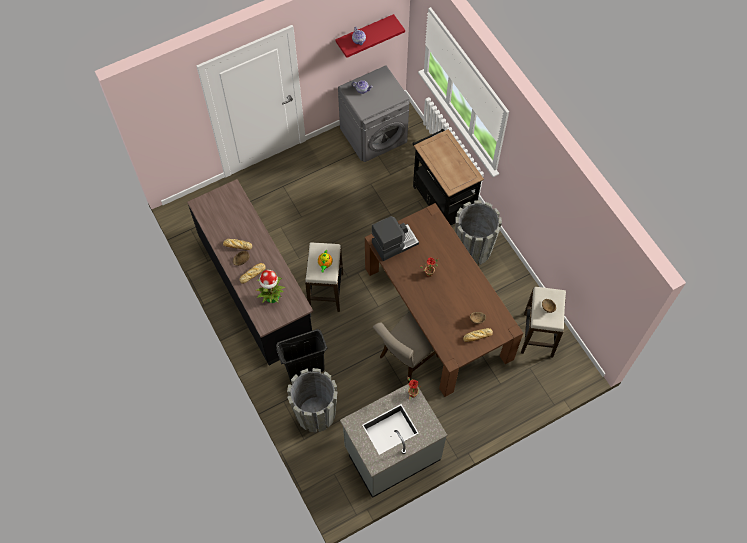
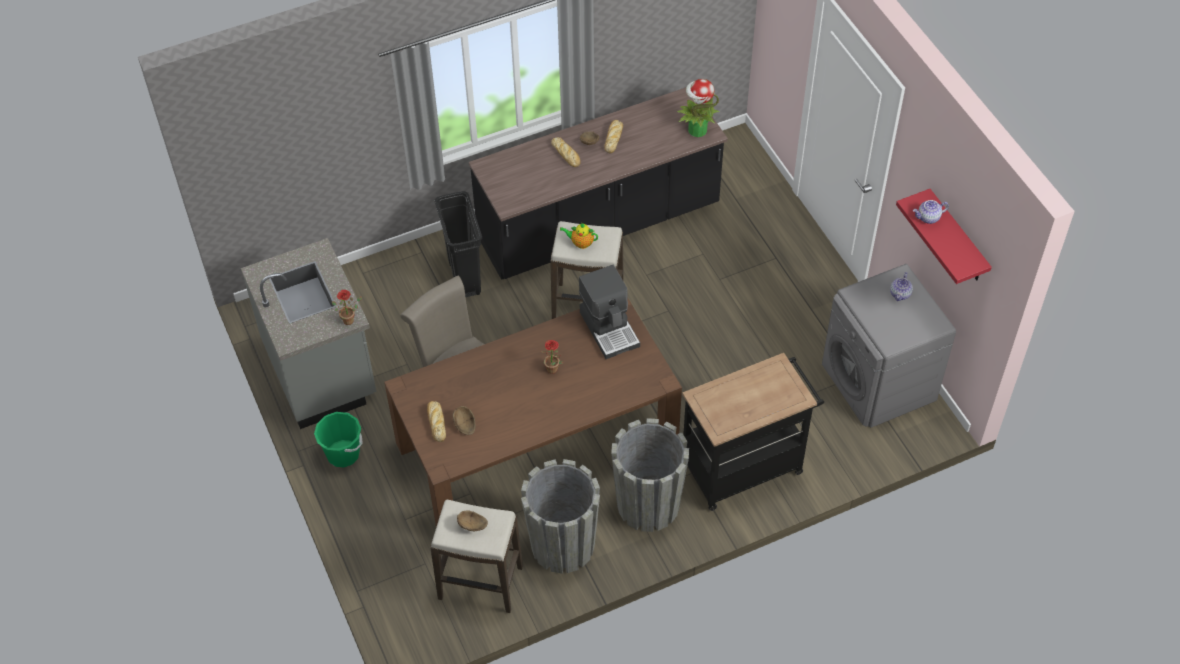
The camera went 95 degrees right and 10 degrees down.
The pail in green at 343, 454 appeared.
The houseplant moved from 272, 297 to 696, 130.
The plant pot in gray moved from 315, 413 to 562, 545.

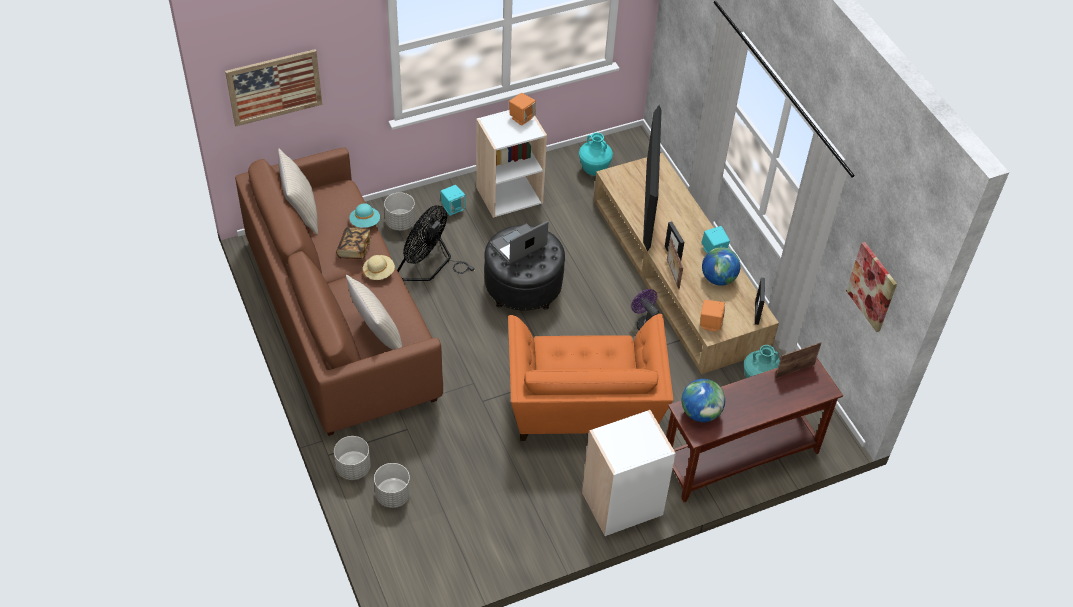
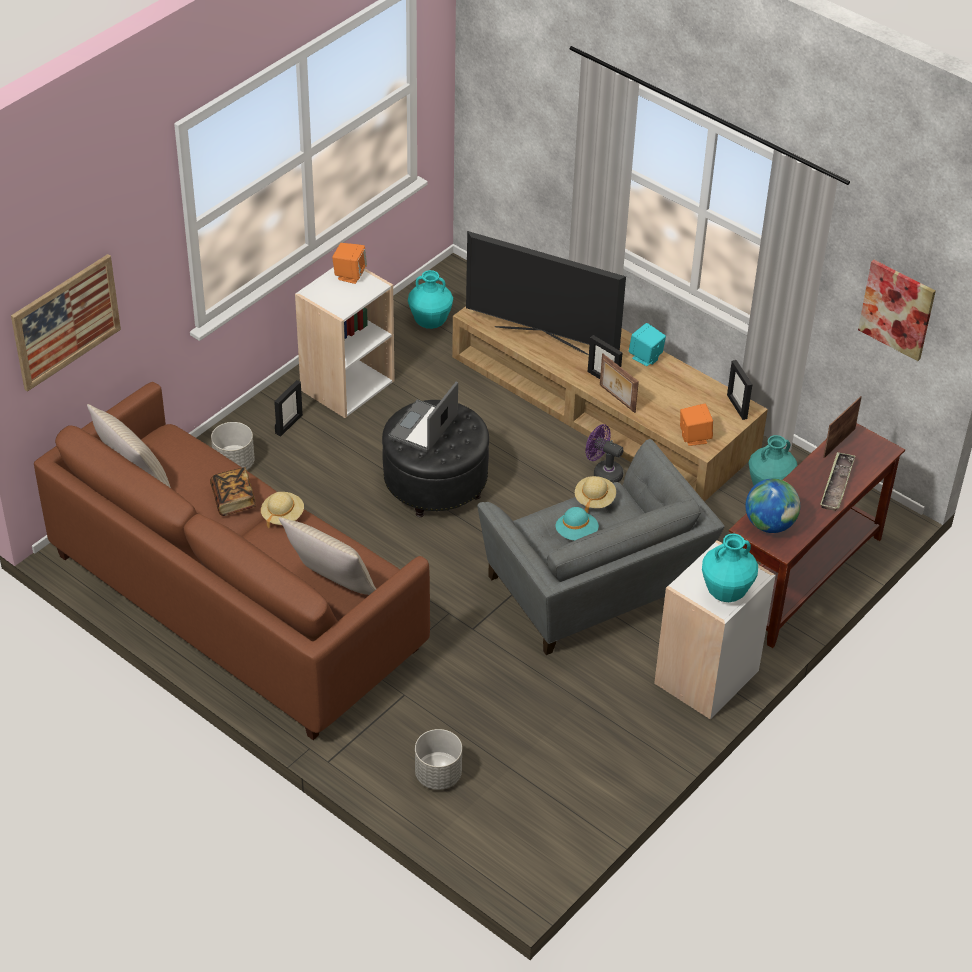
The camera went 25 degrees left and 5 degrees down.
The plant pot in gray at 353, 468 disappeared.
The cooling fan in black at 433, 264 disappeared.
The globe at 718, 278 disappeared.
The clothing hat in beige-coloured at 594, 499 appeared.
The flower vase in turquoise-coloured at 726, 592 appeared.
The carrying tray at 837, 484 appeared.
The clothing hat in turquoise-coloured moved from 365, 222 to 576, 533.
The loudspeaker in turquoise-coloured at 453, 208 was replaced by the picture frame at 289, 424.
The lounge chair in orange at 582, 407 became the lounge chair in gray at 593, 591.
The TV set at 647, 211 turned 135 degrees clockwise.

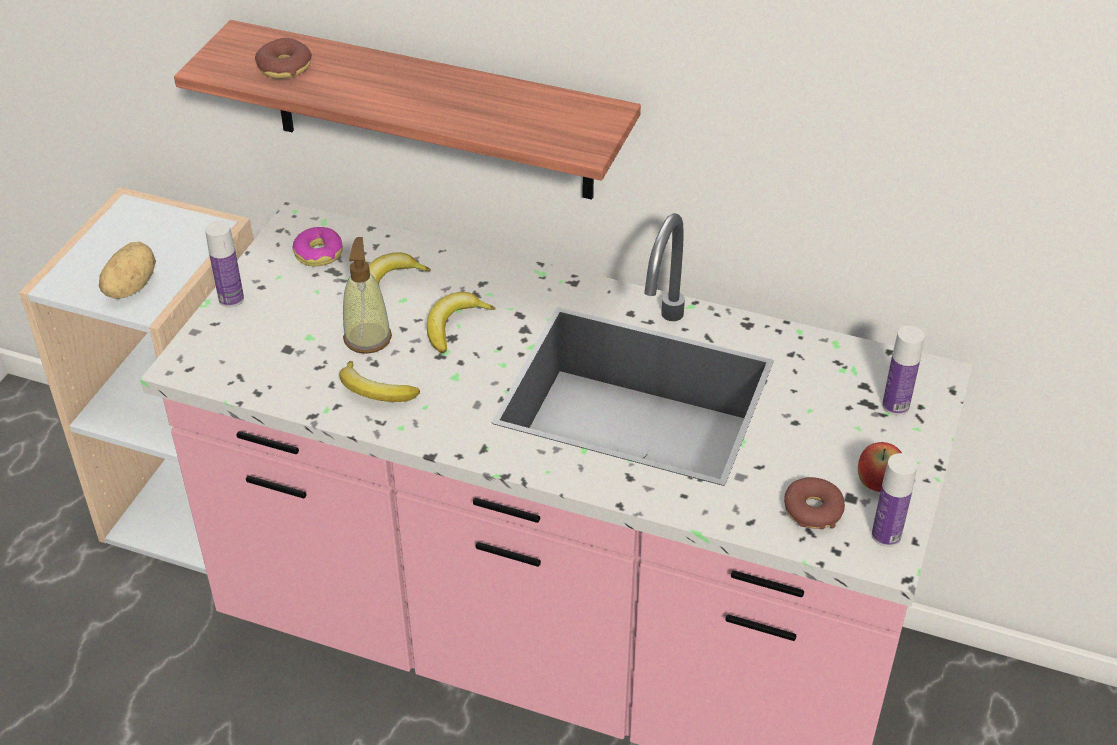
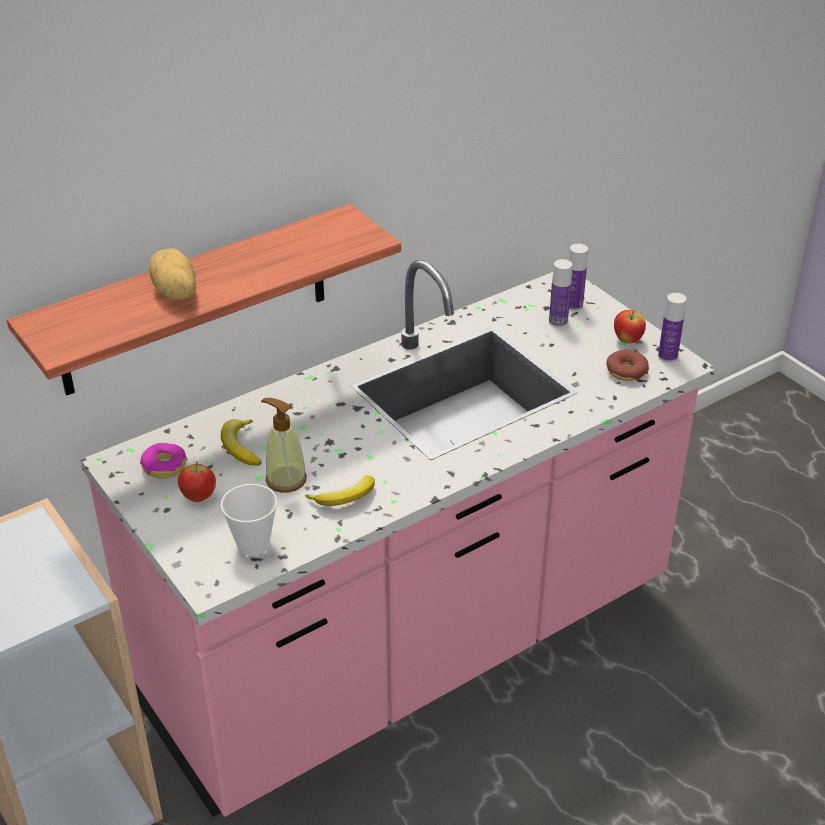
The camera went 55 degrees left and 5 degrees down.
The donut at 285, 67 disappeared.
The banana fruit at 454, 325 disappeared.
The whole apple at 198, 497 appeared.
The cup at 253, 544 appeared.
The potato moved from 129, 287 to 174, 293.
The drink bottle moved from 231, 299 to 558, 321.

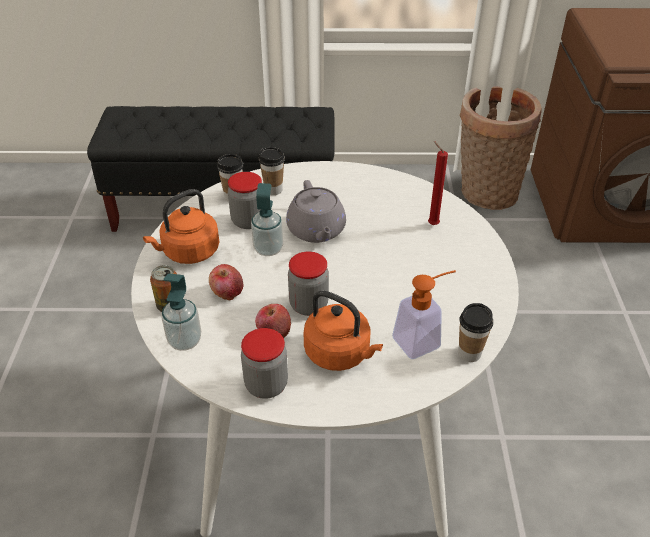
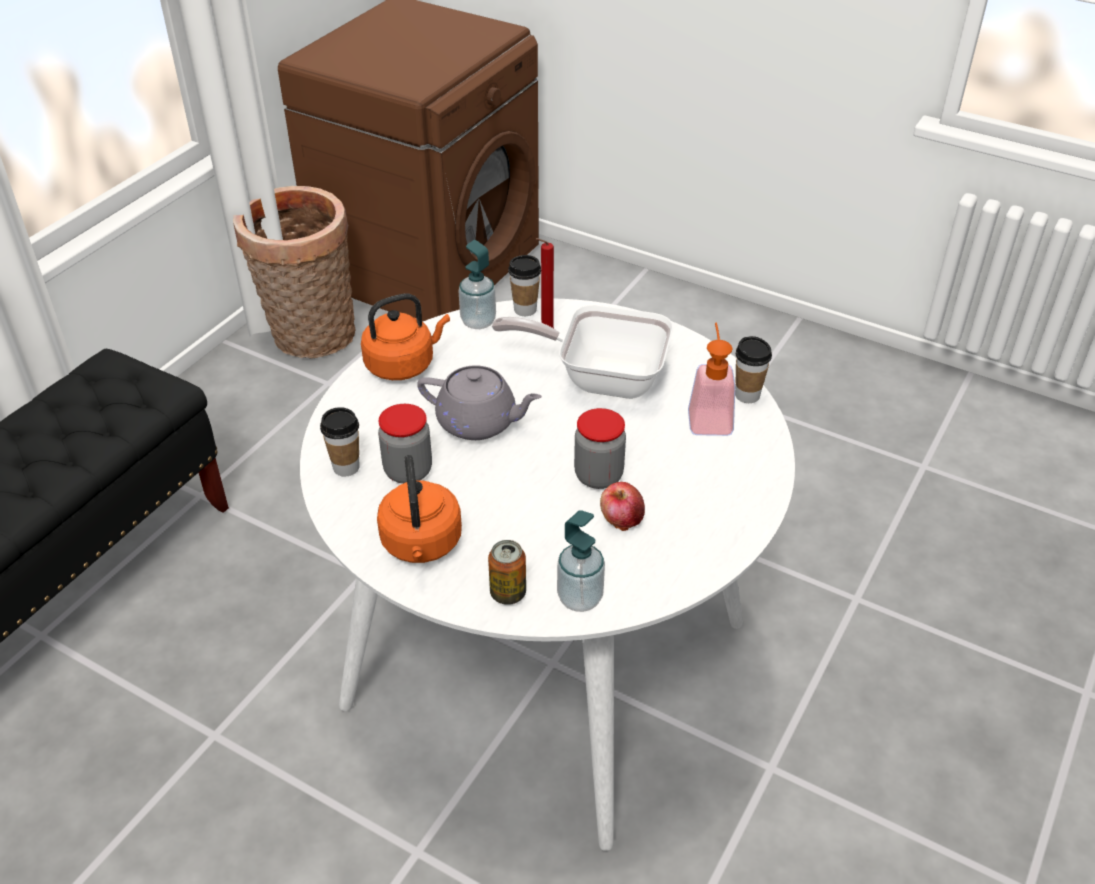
The camera went 60 degrees left and 0 degrees up.
The whole apple at 227, 292 disappeared.
The storage jar at 266, 385 disappeared.
The frying pan at 601, 377 appeared.
The liquid soap bottle moved from 268, 249 to 478, 321.
The cup moved from 273, 190 to 525, 309.
The kettle in orange moved from 340, 354 to 403, 365.

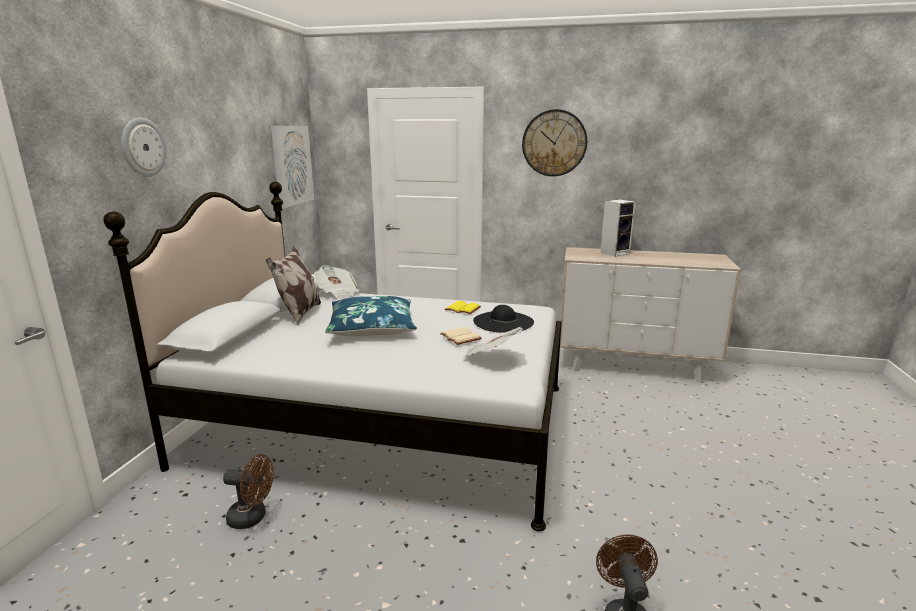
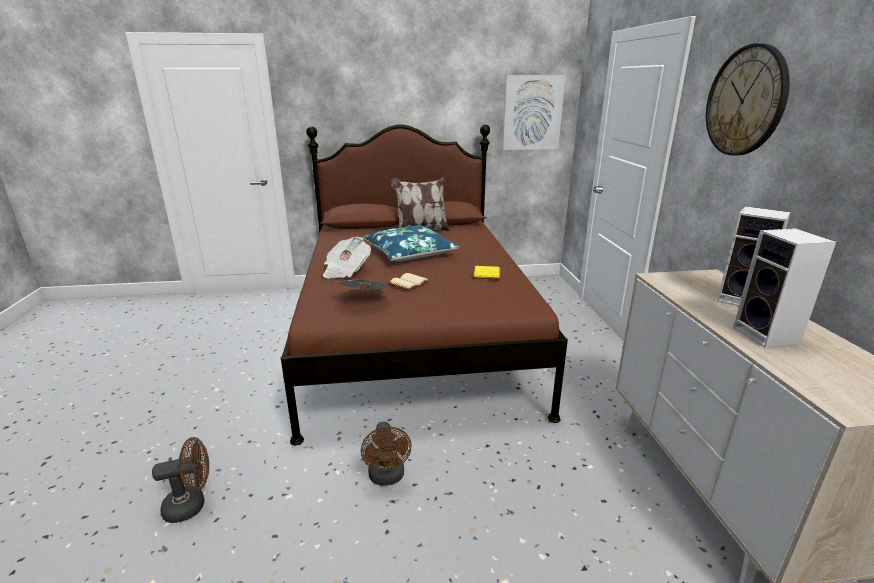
The camera went 70 degrees right and 5 degrees up.
The wall clock at 143, 147 disappeared.
The clothing hat in black at 503, 321 disappeared.
The loudspeaker at 768, 336 appeared.
The cooling fan in brownish moved from 253, 517 to 387, 477.
The printed paper moved from 337, 293 to 346, 271.
The bed in white-coloured at 384, 424 became the bed in brownish at 414, 339.

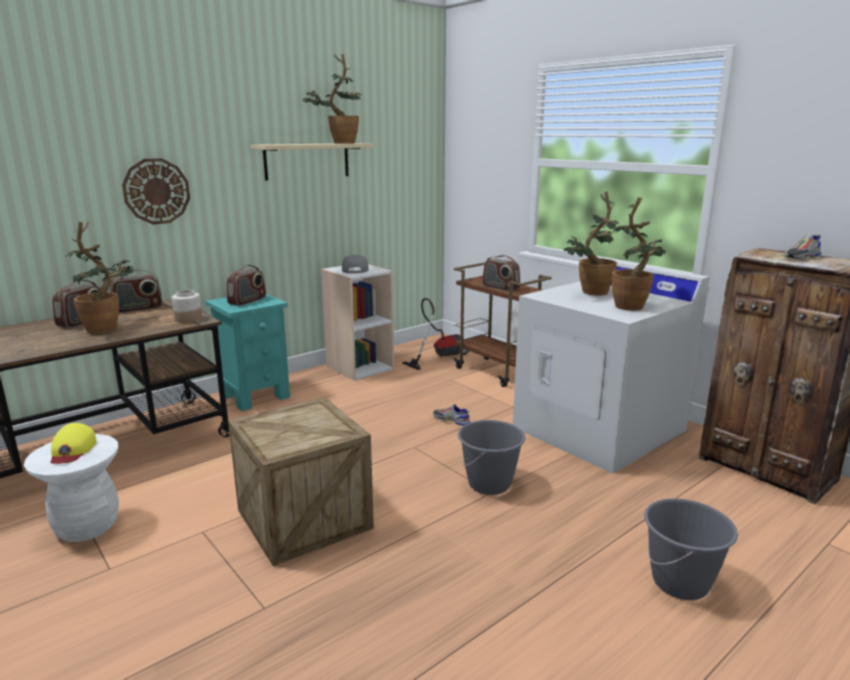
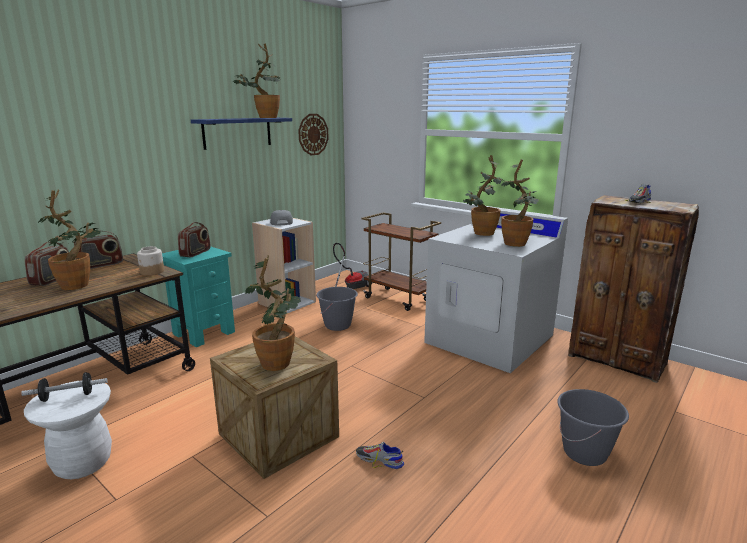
The camera went 10 degrees left and 0 degrees up.
The radio receiver at 500, 288 disappeared.
The houseplant at 280, 360 appeared.
The wall clock moved from 156, 191 to 313, 134.
The shoe moved from 451, 420 to 379, 460.
The pail in gray moved from 489, 484 to 338, 325.
The baseball cap in yellow-coloured at 72, 449 was replaced by the dumbbell at 67, 396.
The wall shelf in beige-coloured at 307, 161 became the wall shelf in bluish at 237, 132.

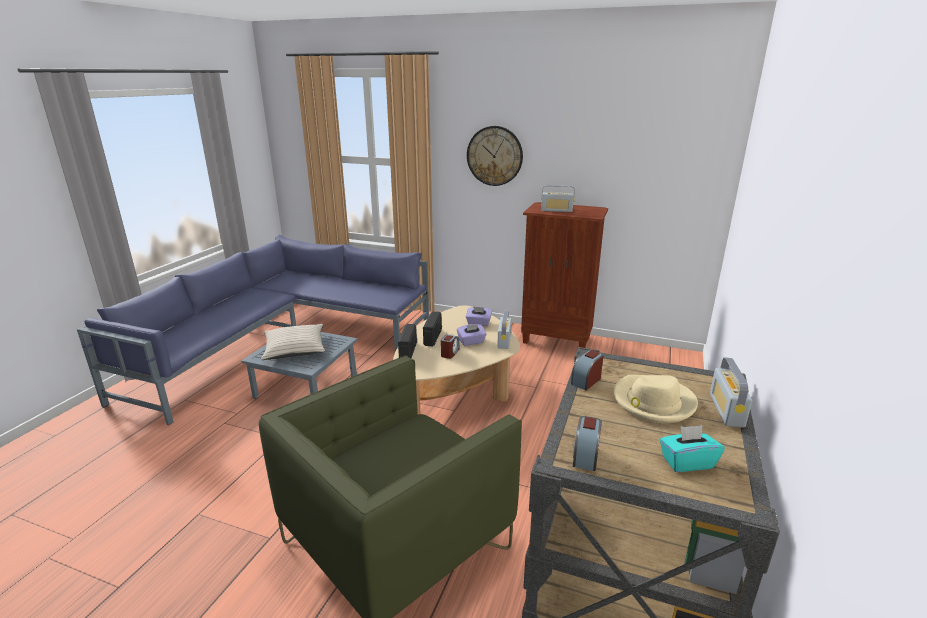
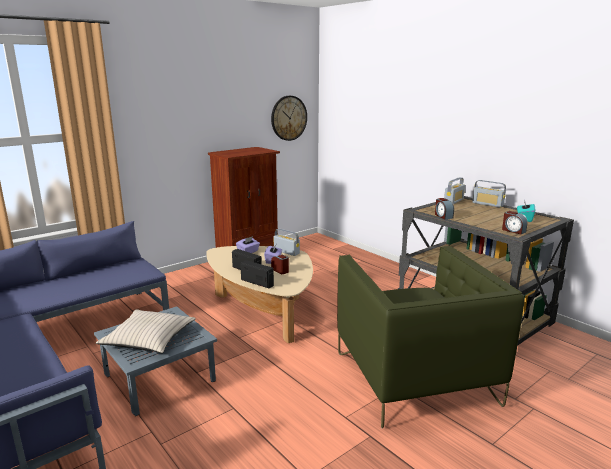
The camera went 60 degrees left and 5 degrees down.
The clothing hat in beige-coloured at 652, 402 disappeared.
The wall clock moved from 494, 156 to 288, 118.
The radio receiver moved from 556, 210 to 453, 201.

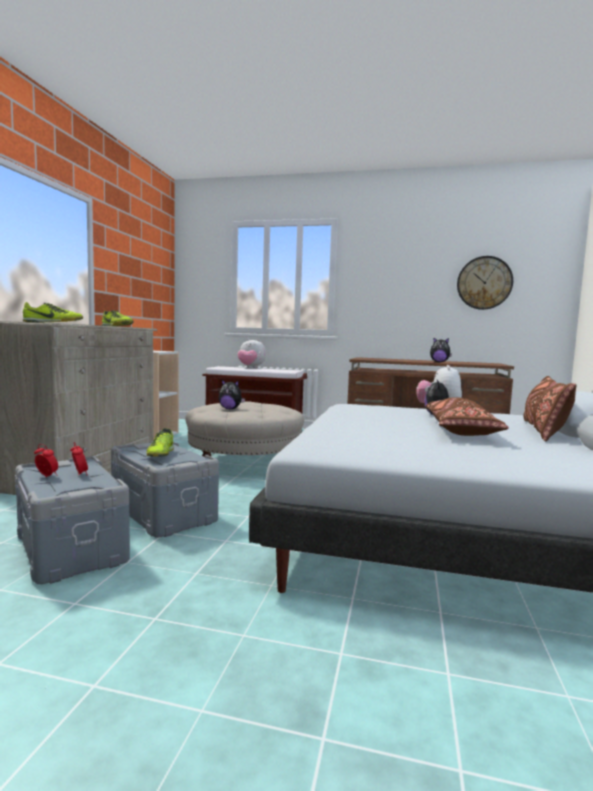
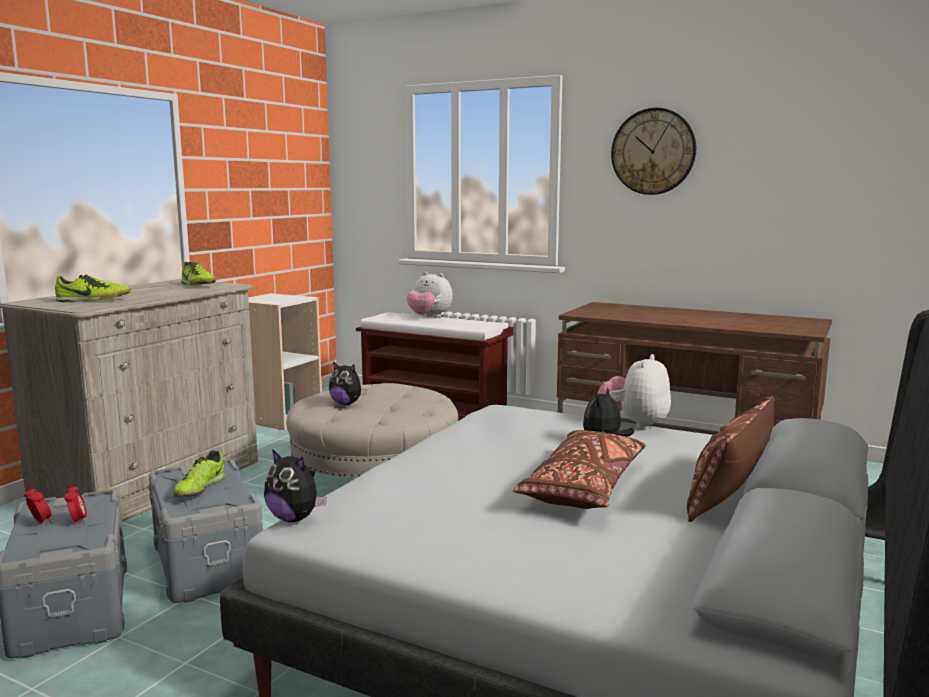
The camera went 15 degrees right and 5 degrees up.
The plush toy moved from 439, 362 to 294, 518.
The wall clock moved from 484, 283 to 653, 151.

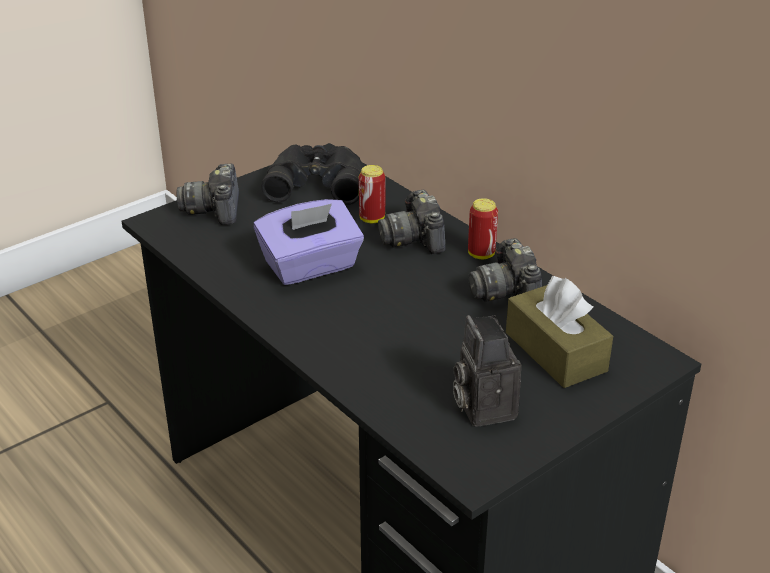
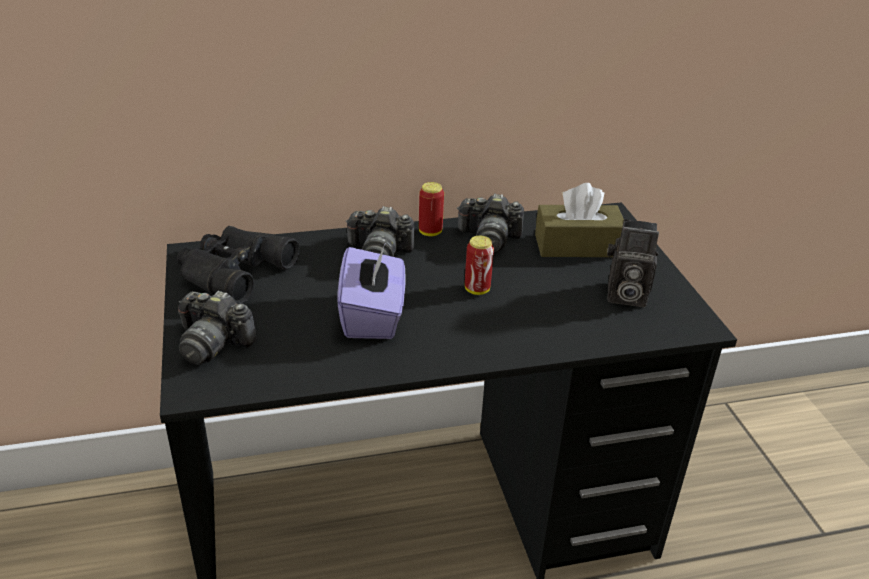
The camera went 65 degrees left and 0 degrees up.
The sealed can moved from 372, 219 to 477, 289.

